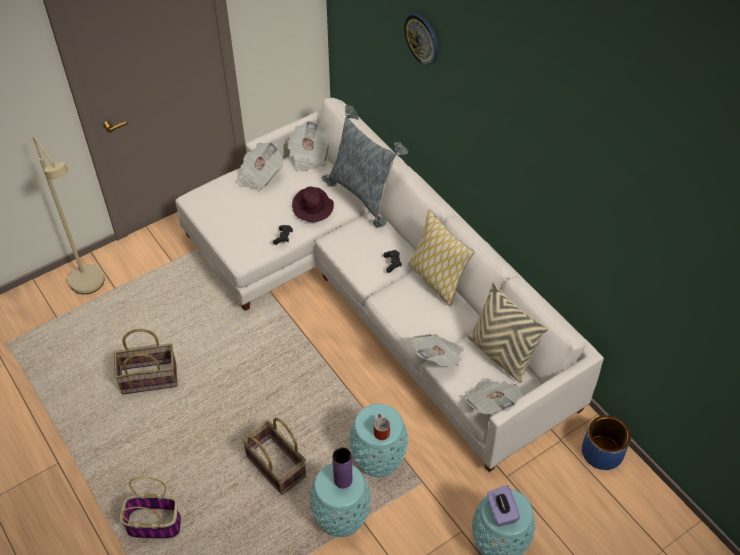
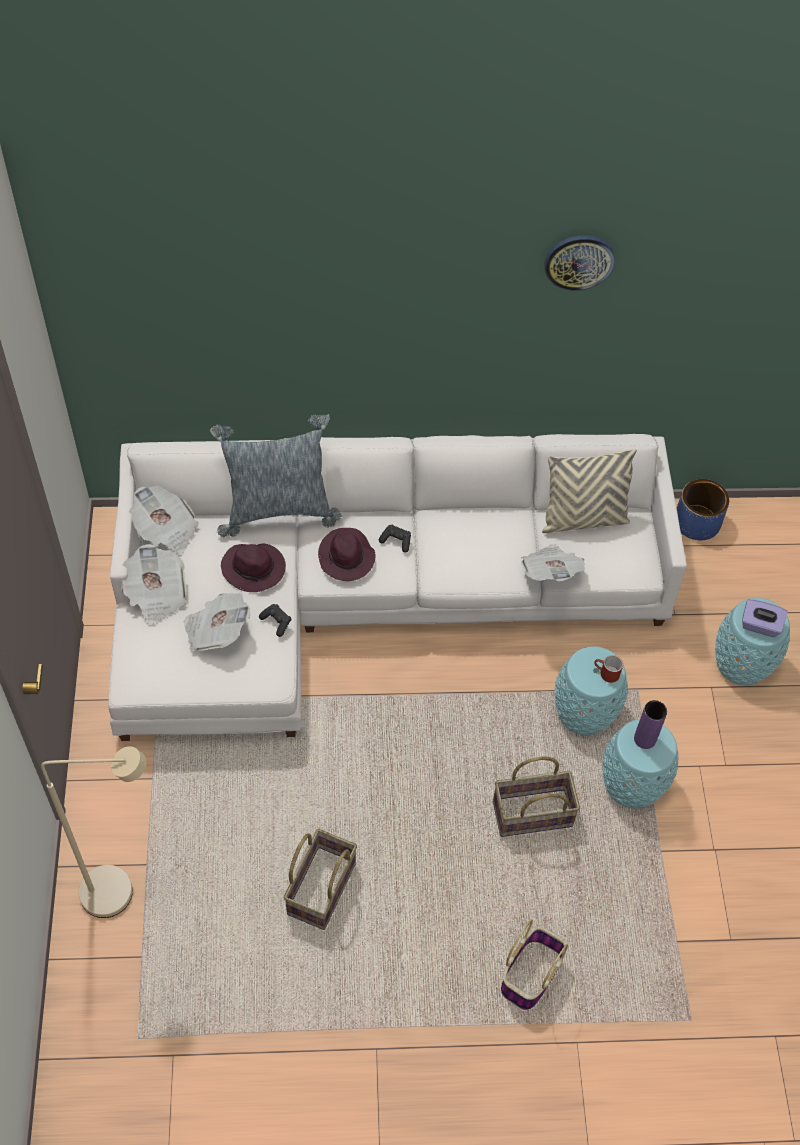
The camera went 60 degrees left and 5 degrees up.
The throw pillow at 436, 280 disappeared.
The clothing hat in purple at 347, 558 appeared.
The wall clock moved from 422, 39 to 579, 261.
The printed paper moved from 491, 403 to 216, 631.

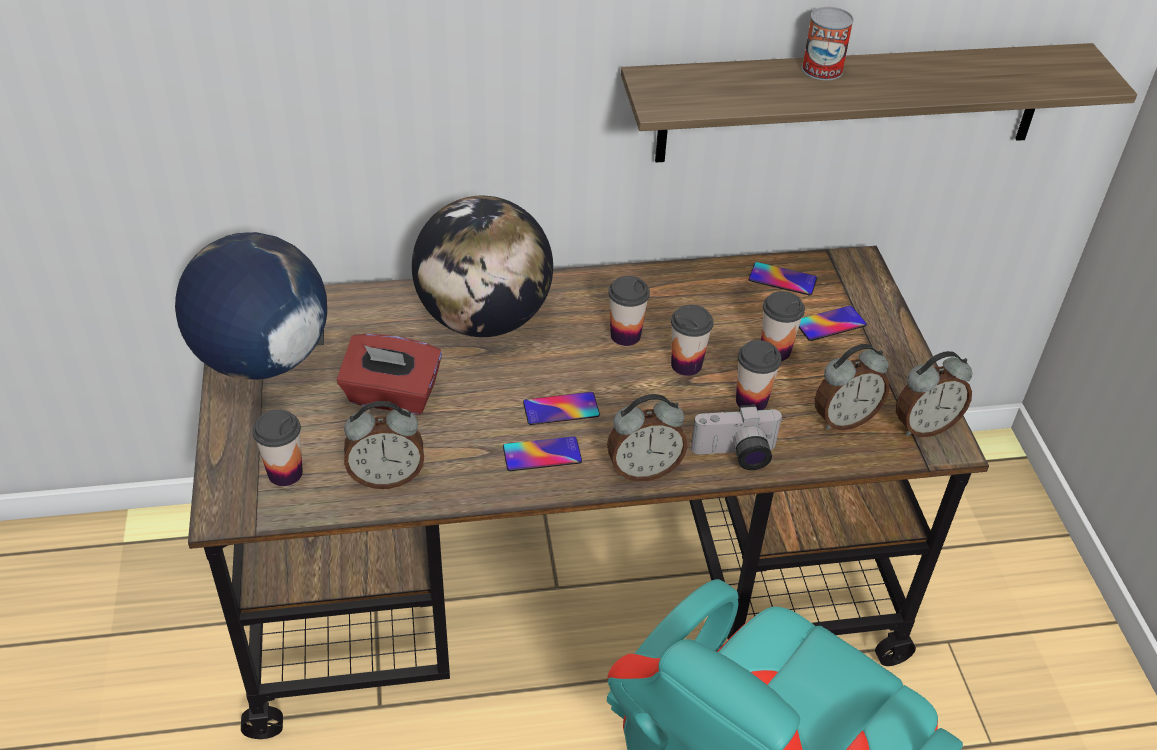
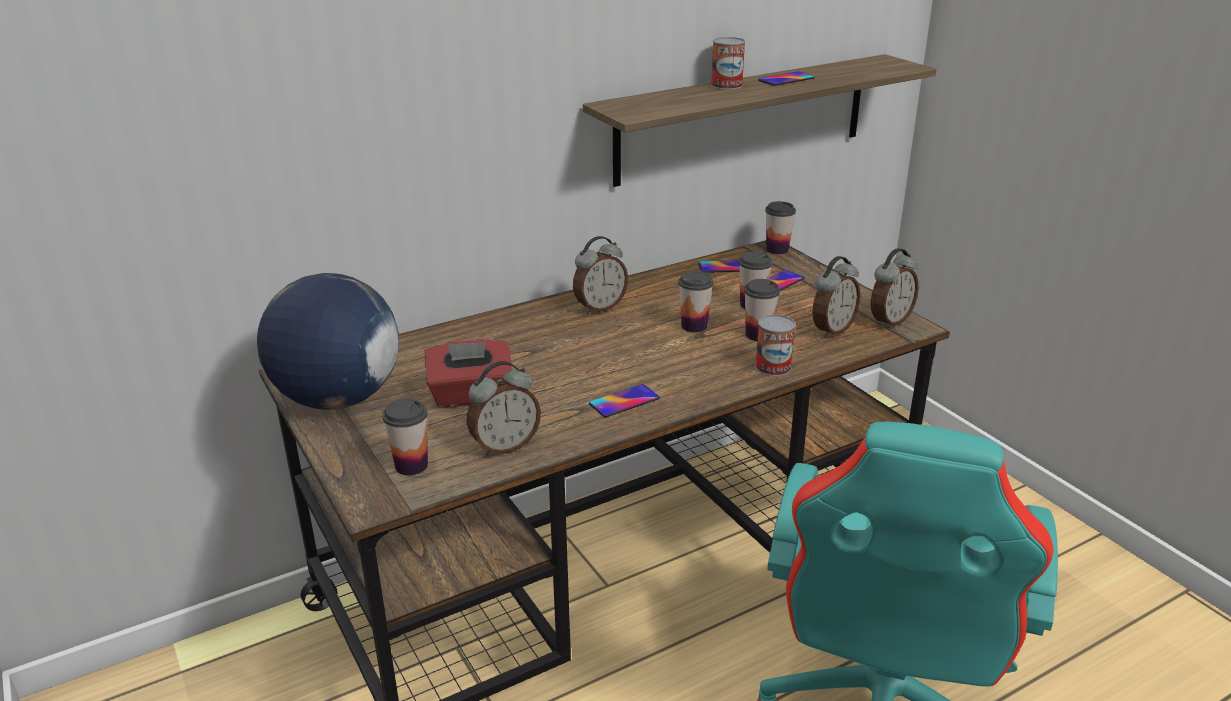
The camera went 20 degrees left and 15 degrees down.
The globe at 484, 319 disappeared.
The phone moved from 561, 409 to 786, 79.
The alarm clock moved from 643, 470 to 599, 307.
The cup moved from 625, 335 to 777, 249.
The photo camera at 736, 456 was replaced by the sealed can at 773, 367.

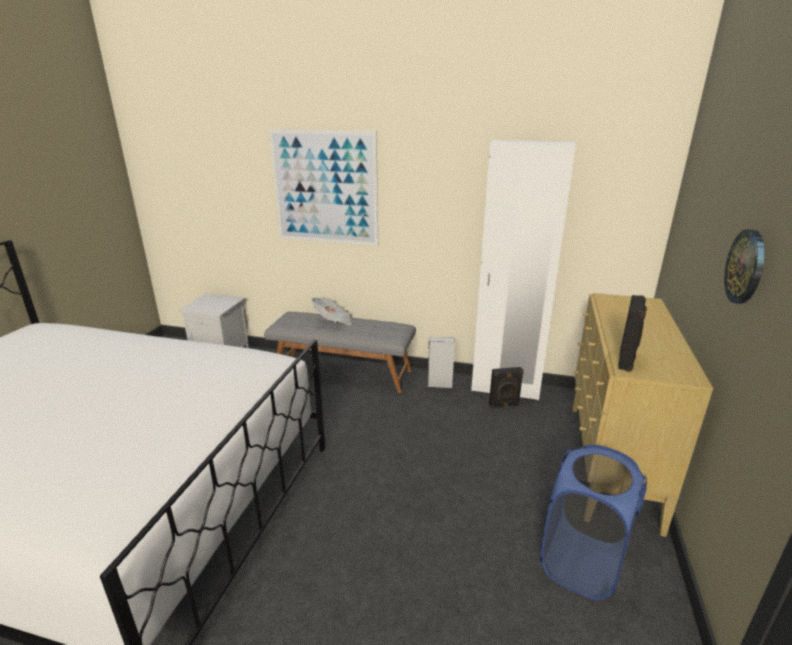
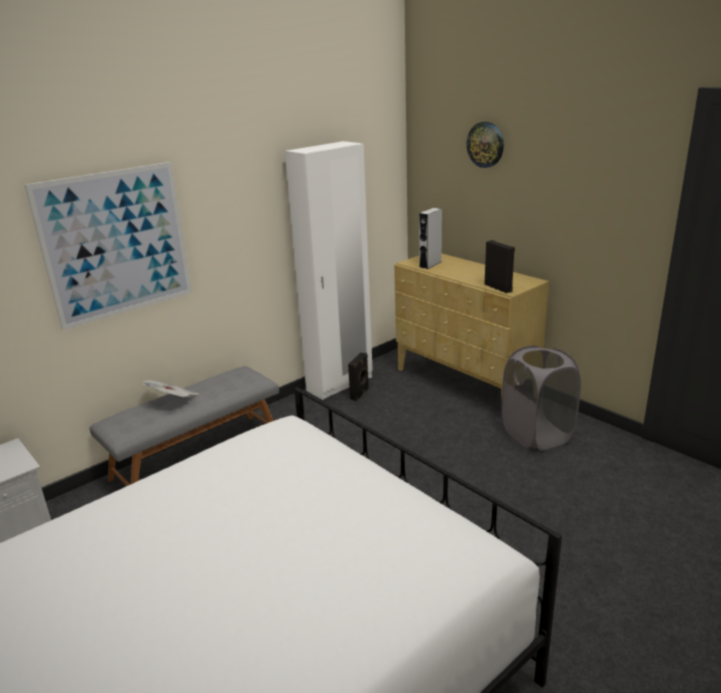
The camera went 55 degrees left and 0 degrees up.
The loudspeaker in gray moved from 440, 385 to 430, 264.
The wall clock moved from 746, 267 to 485, 144.
The washing basket in bluish at 582, 563 became the washing basket in gray at 536, 435.

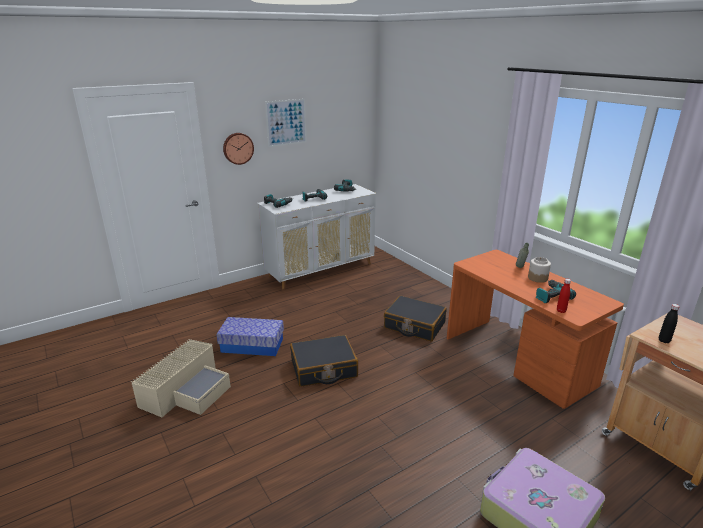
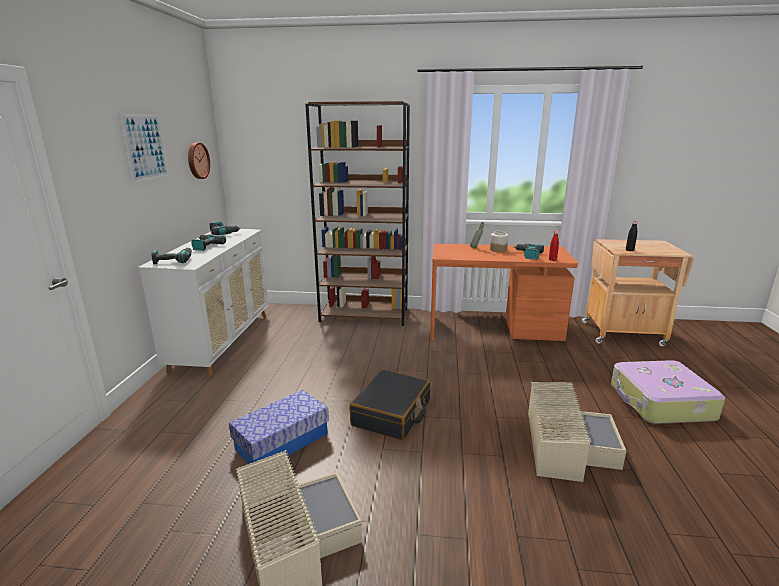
The camera went 50 degrees left and 5 degrees down.
The suitcase in black at 414, 325 disappeared.
The bookcase in brownish at 365, 315 appeared.
The storage box in beige-coloured at 565, 444 appeared.
The wall clock moved from 238, 148 to 197, 160.

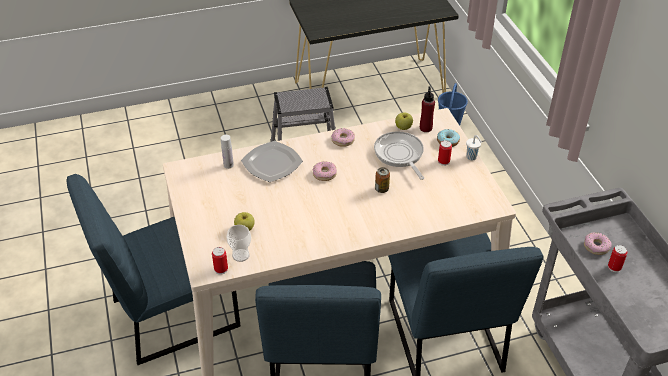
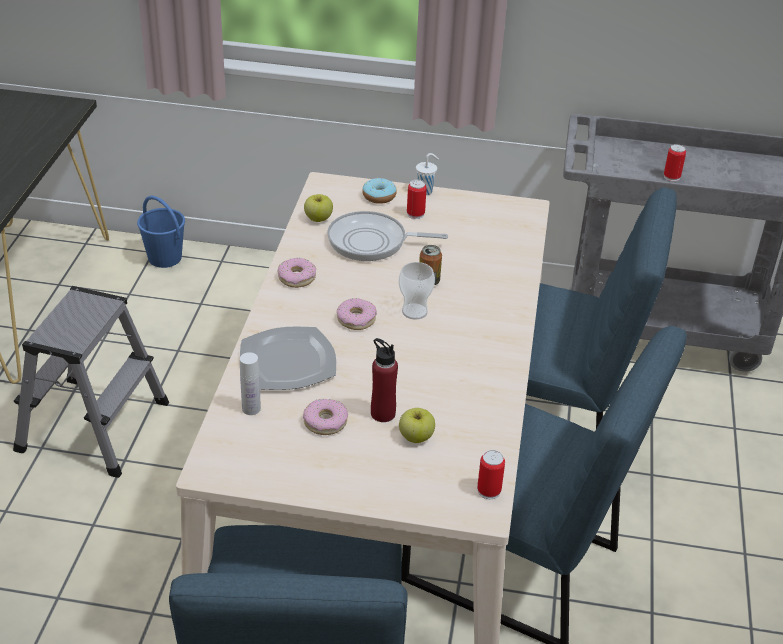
The camera went 65 degrees left and 5 degrees down.
The cup moved from 240, 255 to 414, 311.
The drink bottle in reddish moved from 425, 128 to 382, 413.
The donut moved from 596, 246 to 325, 422.

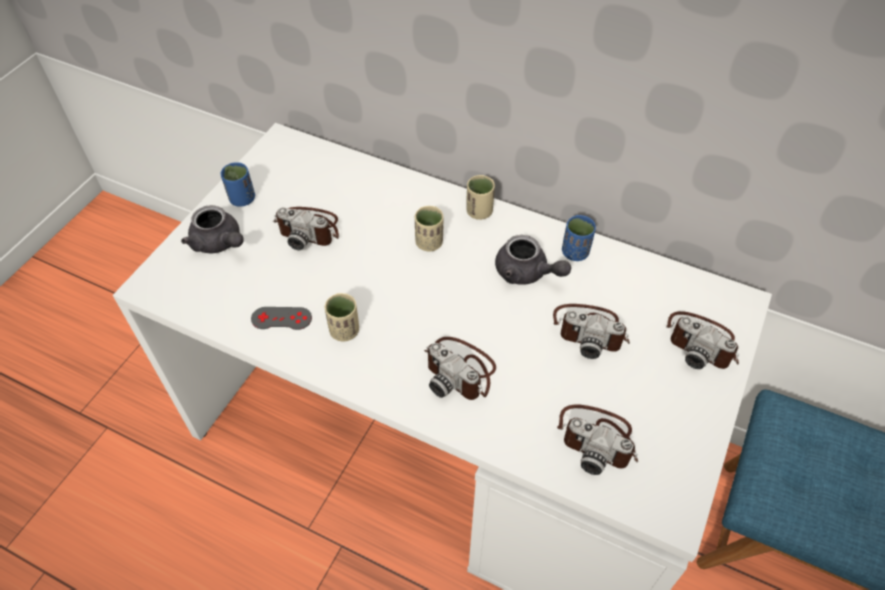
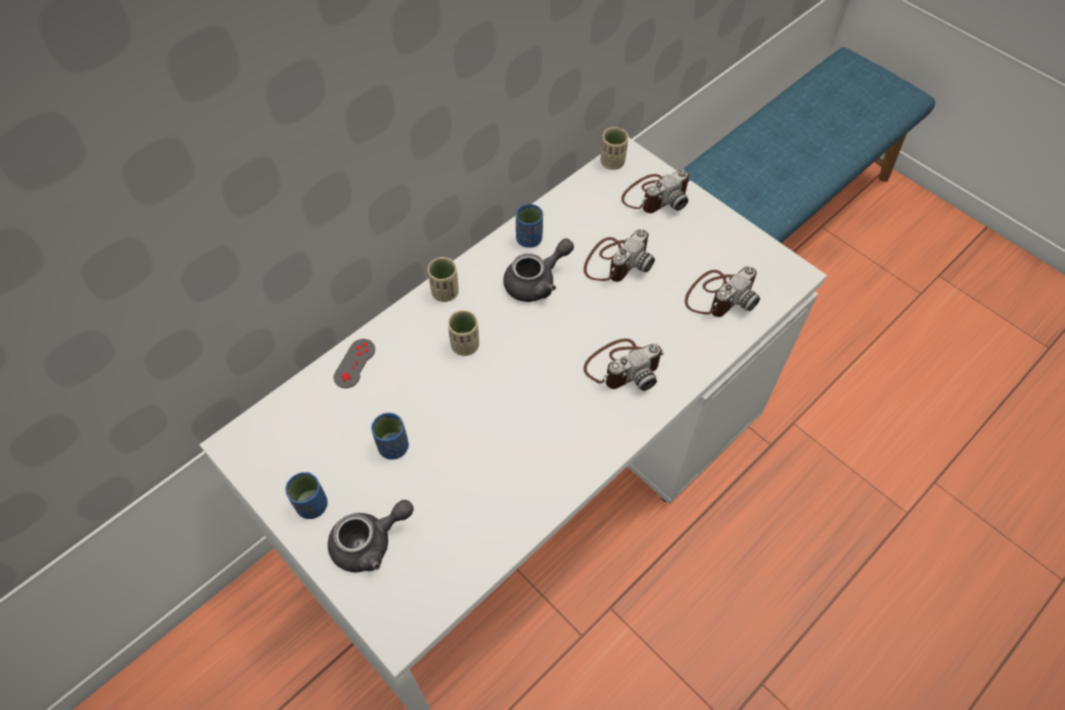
The camera went 70 degrees left and 5 degrees up.
The game controller in gray moved from 281, 318 to 354, 363.
The cup in beige-coloured moved from 344, 331 to 612, 162.
The photo camera at 309, 229 was replaced by the cup in bluish at 393, 447.

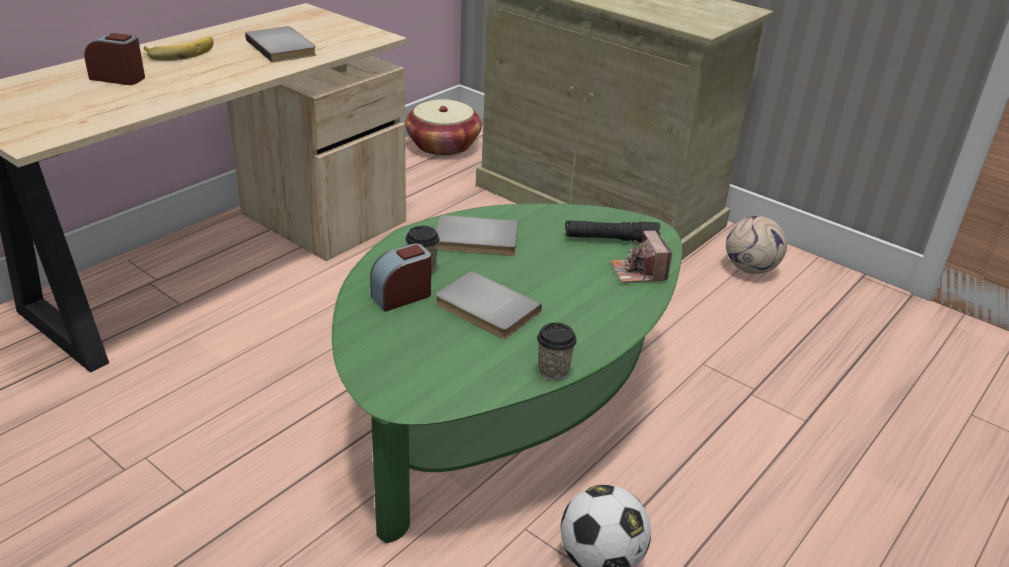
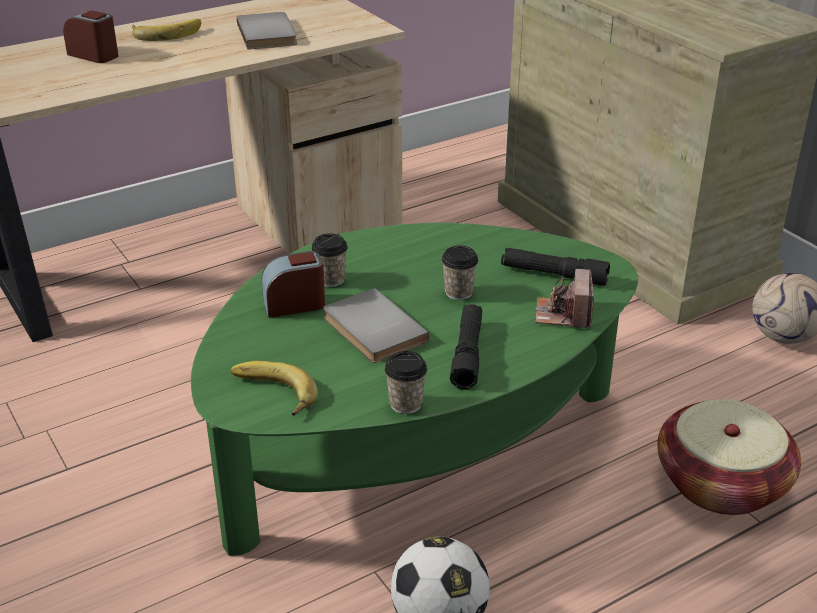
The camera went 20 degrees right and 0 degrees up.
The bound book in gray at 476, 240 disappeared.
The banana fruit at 271, 394 appeared.
The cup at 458, 292 appeared.
The flashlight in black at 467, 354 appeared.
The household basket moved from 443, 145 to 721, 483.

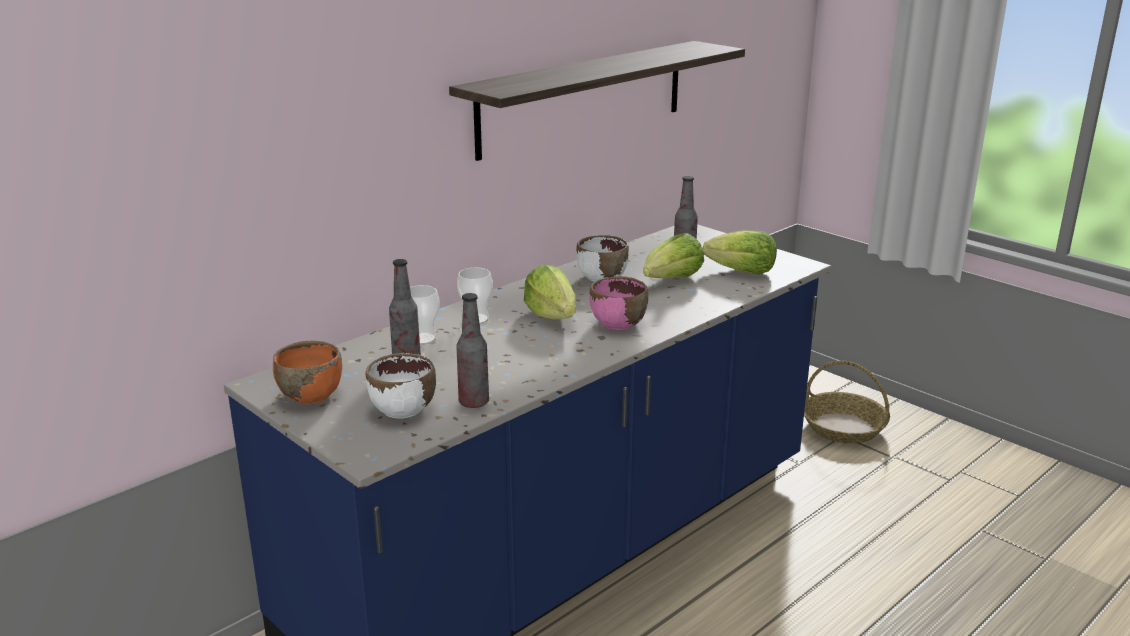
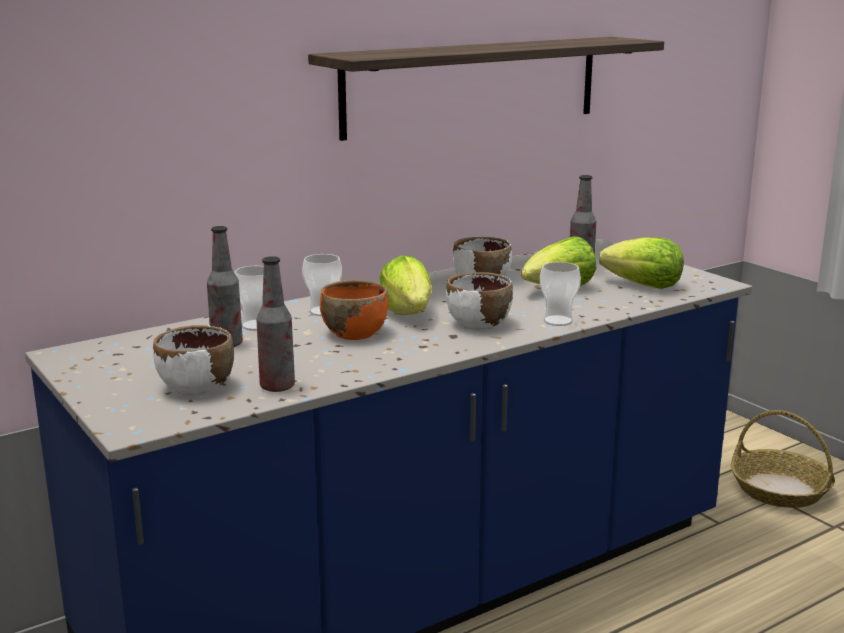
The camera went 10 degrees right and 5 degrees down.
The cup at 558, 321 appeared.
The serving bowl in orange moved from 310, 395 to 354, 333.
The serving bowl in pink at 618, 323 became the serving bowl in white-coloured at 478, 324.

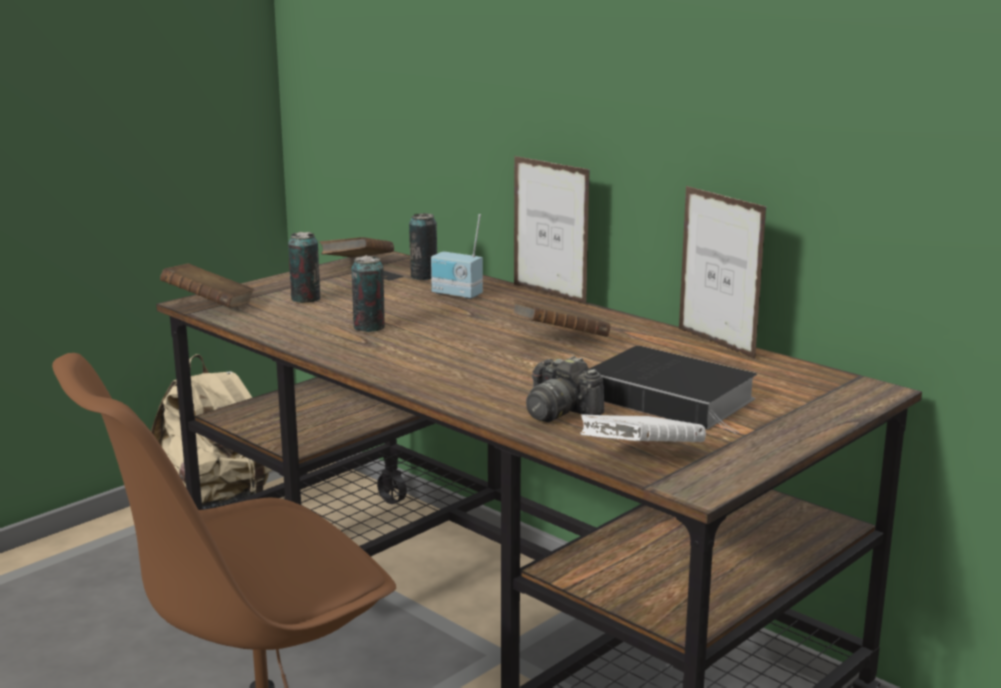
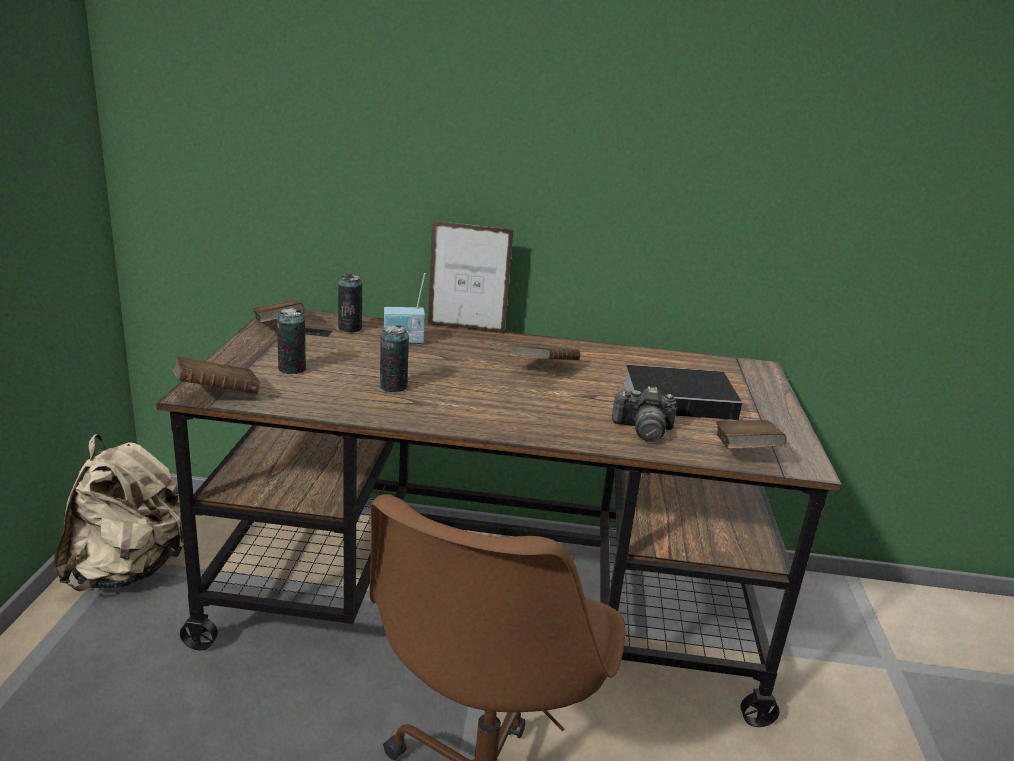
The camera went 40 degrees left and 5 degrees up.
The picture frame at 715, 343 disappeared.
The bound book in white-coloured at 641, 457 became the bound book in brownish at 744, 453.

